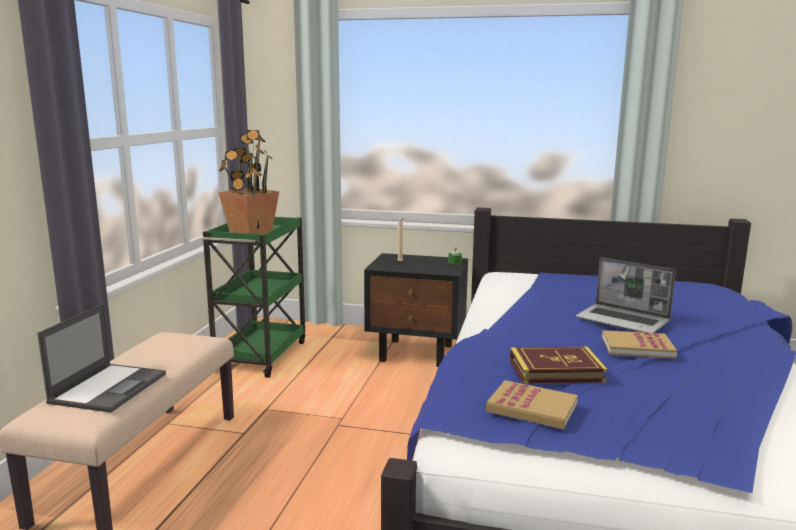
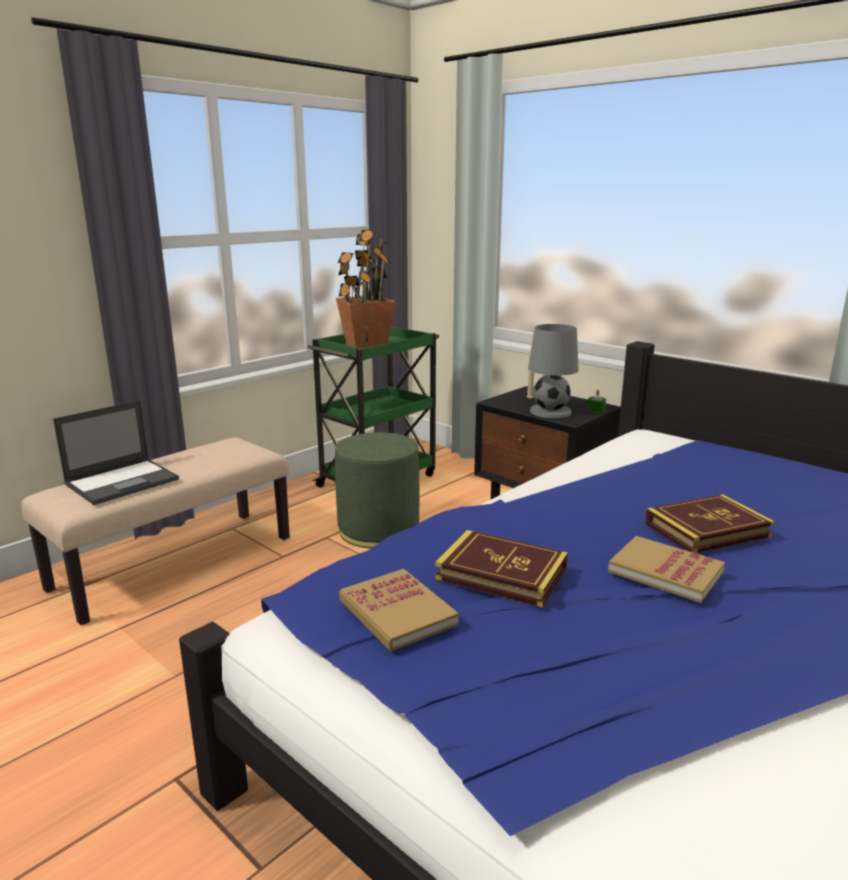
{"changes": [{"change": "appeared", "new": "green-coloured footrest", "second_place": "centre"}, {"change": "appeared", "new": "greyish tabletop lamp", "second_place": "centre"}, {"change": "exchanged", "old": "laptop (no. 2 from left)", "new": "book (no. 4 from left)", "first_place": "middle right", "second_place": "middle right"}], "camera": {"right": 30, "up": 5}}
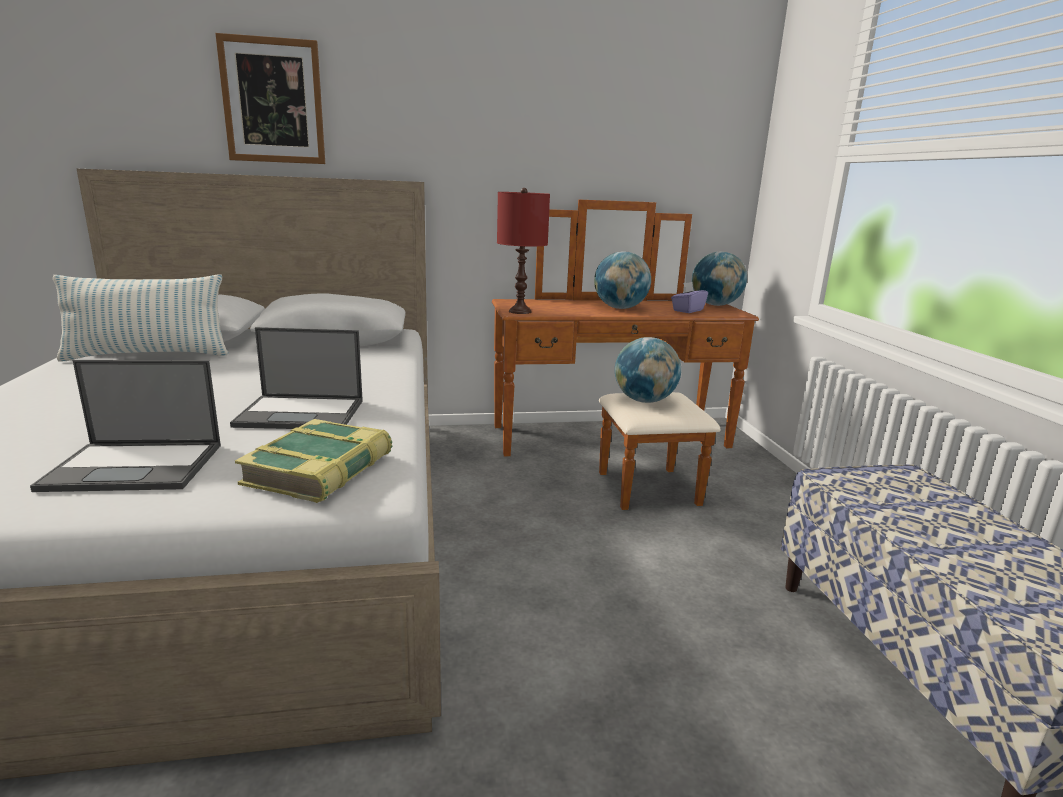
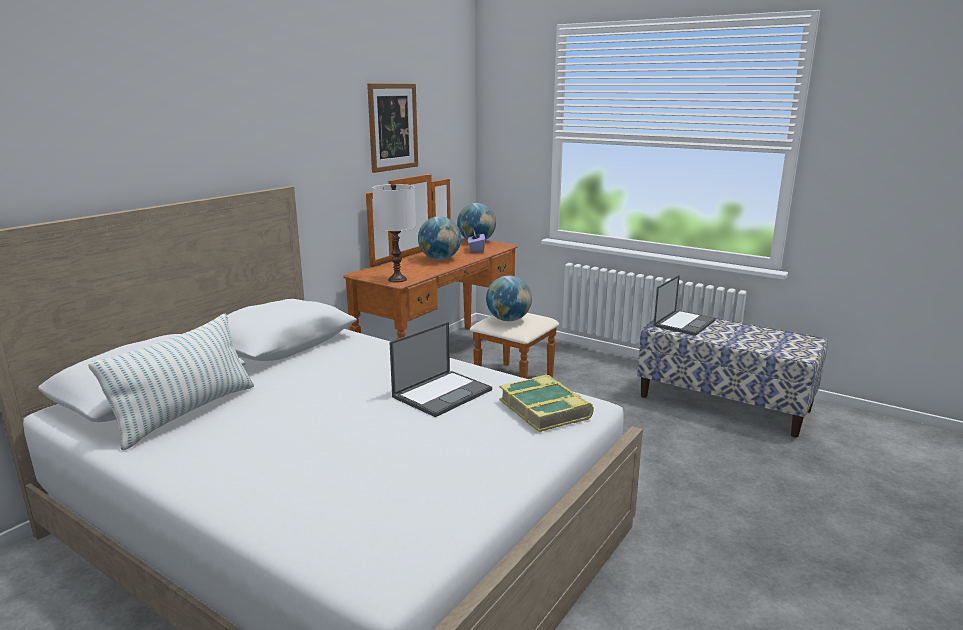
{"changes": [{"change": "relocated", "old": "wall picture", "first_place": "top left", "second_place": "top centre"}, {"change": "colour", "old": "red tabletop lamp", "new": "white-coloured tabletop lamp", "first_place": "top centre", "second_place": "centre"}, {"change": "relocated", "old": "laptop (no. 1 from left in the first image)", "new": "laptop (no. 2 from left)", "first_place": "middle left", "second_place": "middle right"}], "camera": {"right": -45, "up": 0}}
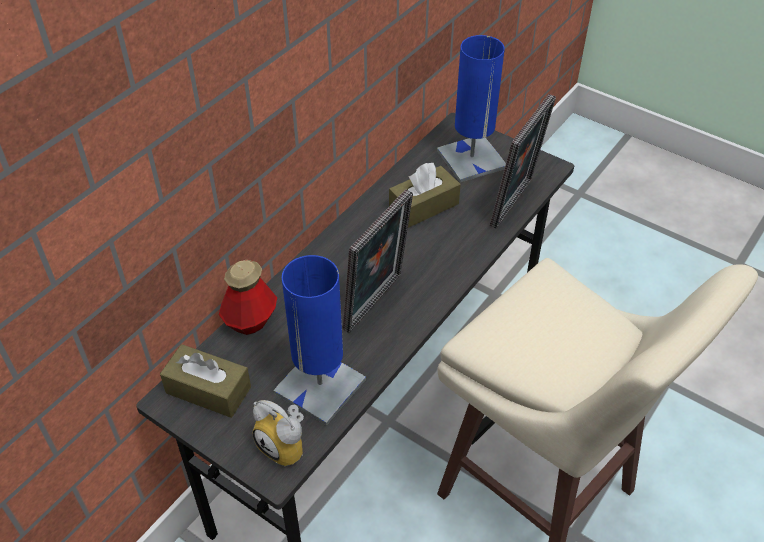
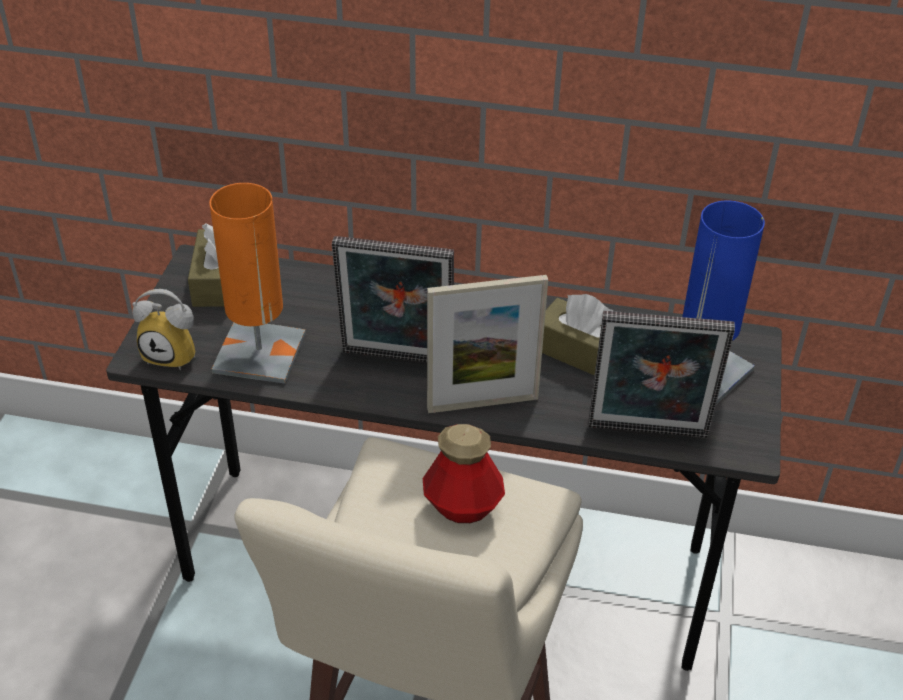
{"changes": [{"change": "spun", "old": "table clock", "first_place": "bottom centre", "second_place": "middle left", "degrees": -90}, {"change": "colour", "old": "bluish tabletop lamp (no. 1 from left)", "new": "orange-coloured tabletop lamp", "first_place": "centre", "second_place": "middle left"}, {"change": "relocated", "old": "drink bottle", "first_place": "middle left", "second_place": "bottom centre"}, {"change": "appeared", "new": "picture frame (no. 2 from left)", "second_place": "centre"}], "camera": {"right": 65, "up": -5}}
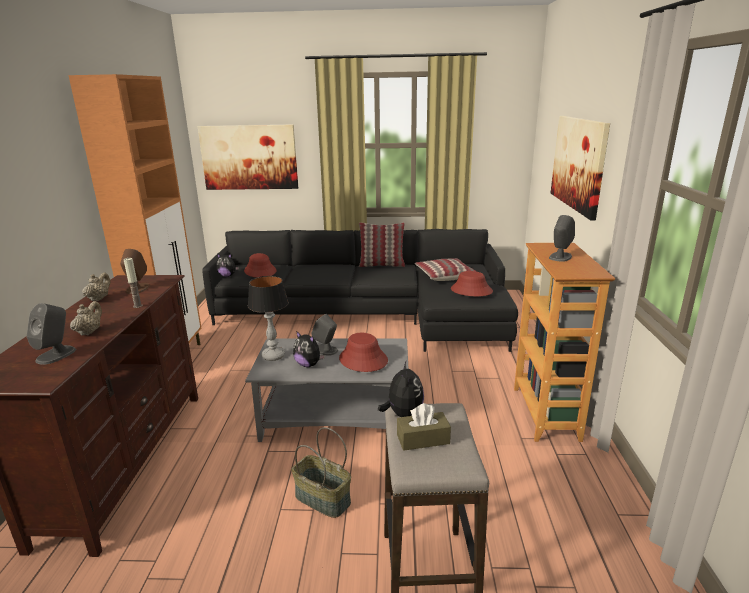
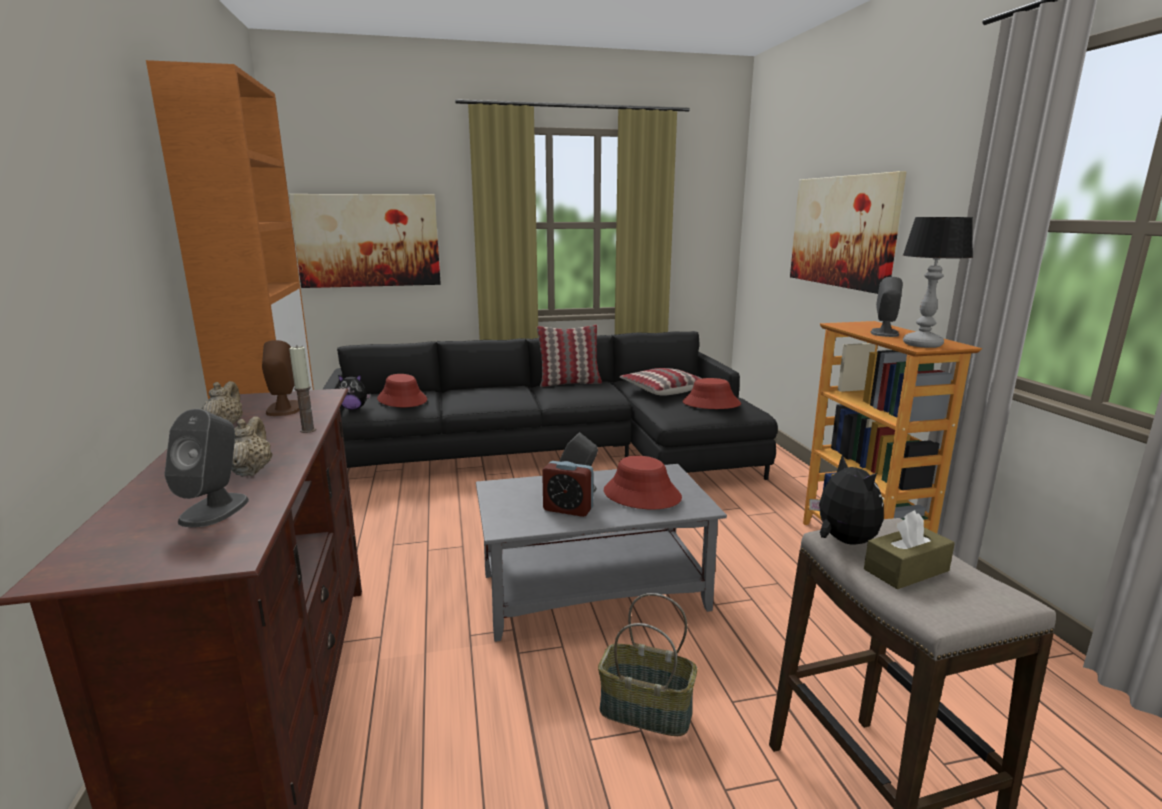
{"changes": [{"change": "exchanged", "old": "soft toy (no. 2 from left)", "new": "table clock", "first_place": "centre", "second_place": "centre"}, {"change": "relocated", "old": "tabletop lamp", "first_place": "centre", "second_place": "middle right"}], "camera": {"right": -15, "up": -5}}
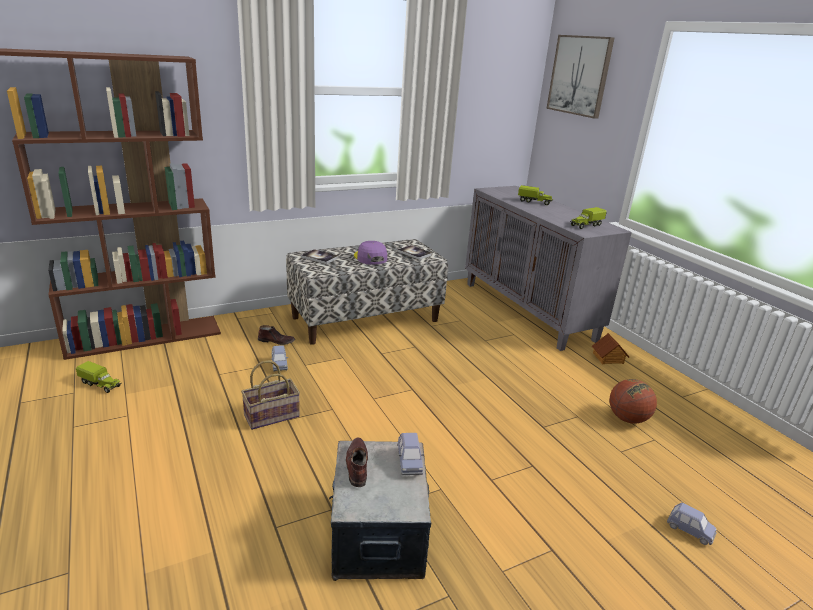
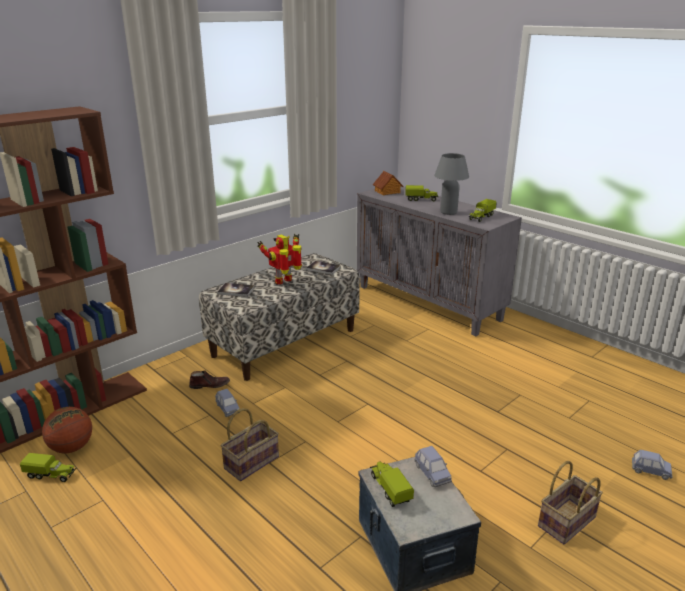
{"changes": [{"change": "relocated", "old": "basketball", "first_place": "middle right", "second_place": "bottom left"}, {"change": "exchanged", "old": "purple-coloured peaked cap", "new": "model robot", "first_place": "centre", "second_place": "centre"}, {"change": "exchanged", "old": "brown-coloured item of footwear (no. 2 from left)", "new": "model truck (no. 2 from left)", "first_place": "bottom centre", "second_place": "bottom centre"}, {"change": "relocated", "old": "miniature house", "first_place": "middle right", "second_place": "top centre"}, {"change": "appeared", "new": "greyish tabletop lamp", "second_place": "top centre"}, {"change": "appeared", "new": "storage basket (no. 2 from left)", "second_place": "bottom right"}, {"change": "missing", "old": "wall picture", "first_place": "top right"}], "camera": {"right": -15, "up": 0}}
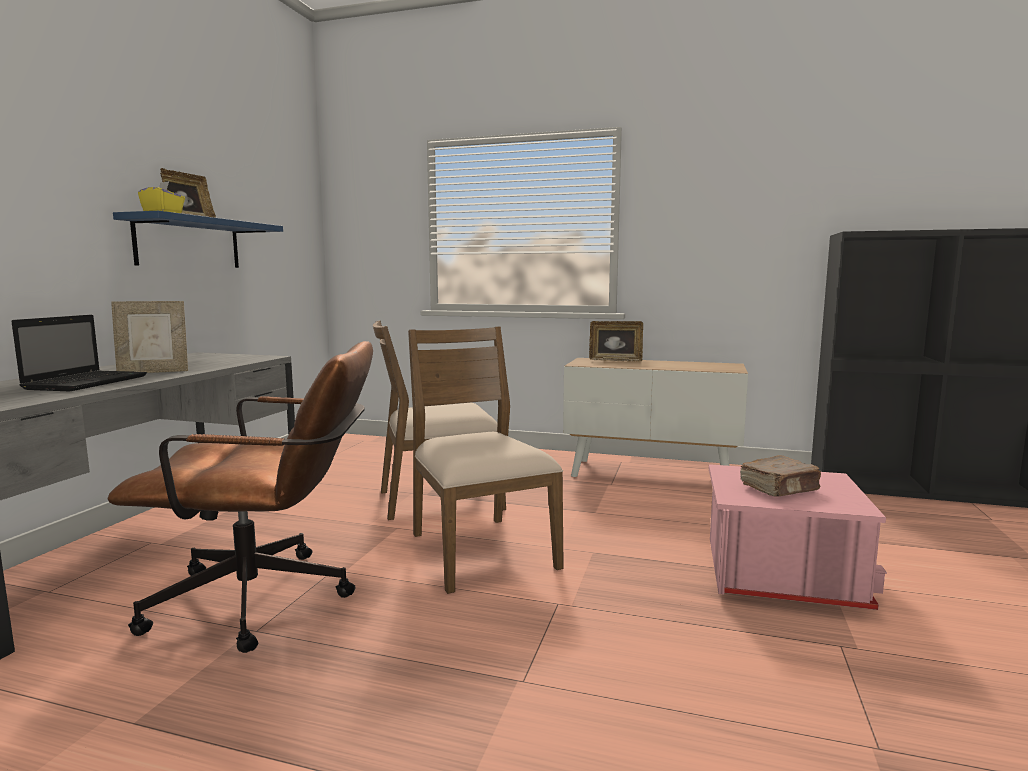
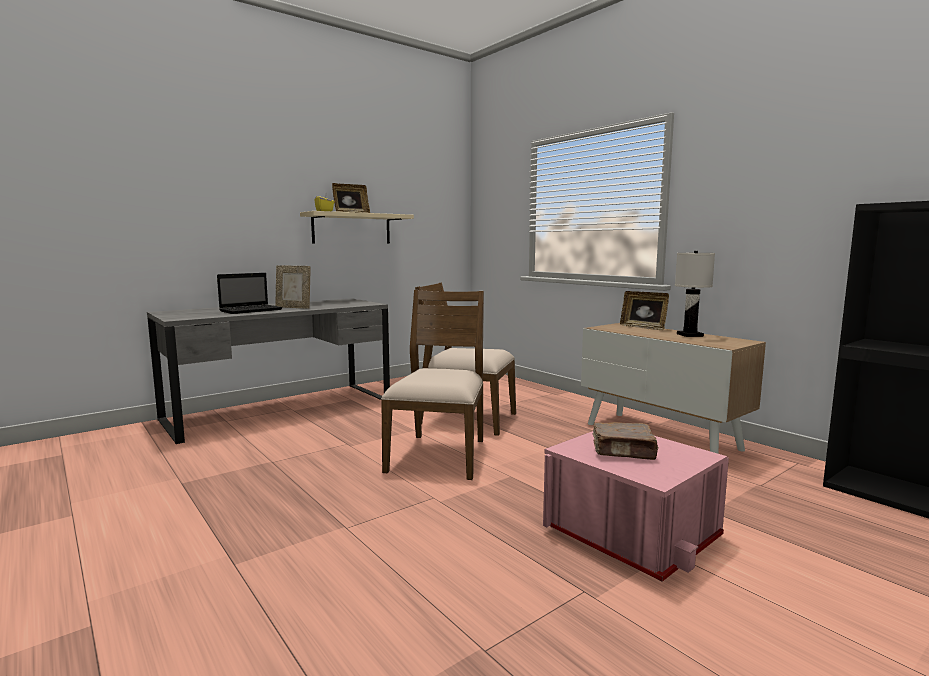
{"changes": [{"change": "colour", "old": "bluish wall shelf", "new": "beige wall shelf", "first_place": "top left", "second_place": "centre"}, {"change": "appeared", "new": "white-coloured tabletop lamp", "second_place": "middle right"}, {"change": "missing", "old": "brown-coloured office chair", "first_place": "middle left"}], "camera": {"right": 35, "up": 0}}
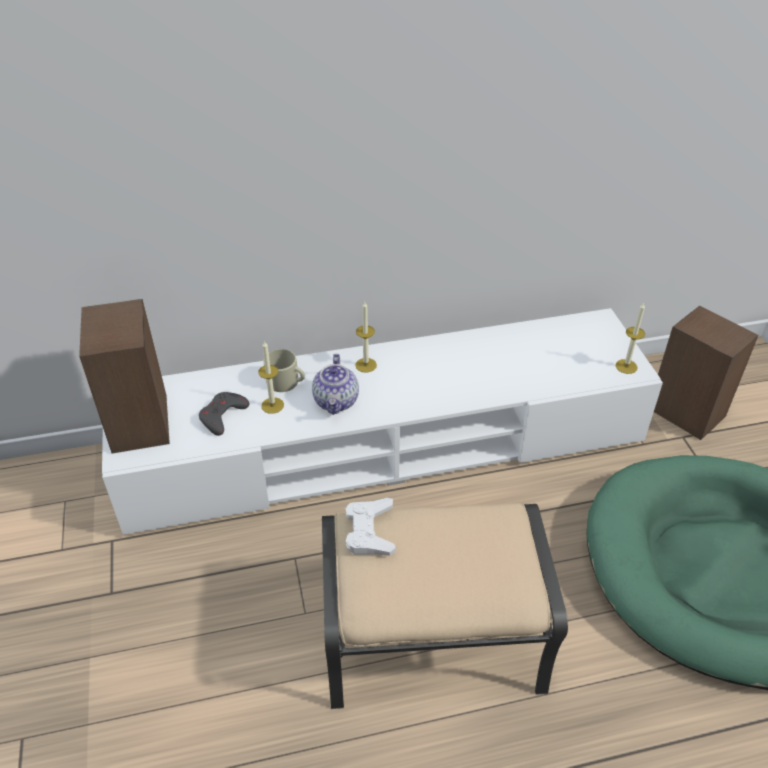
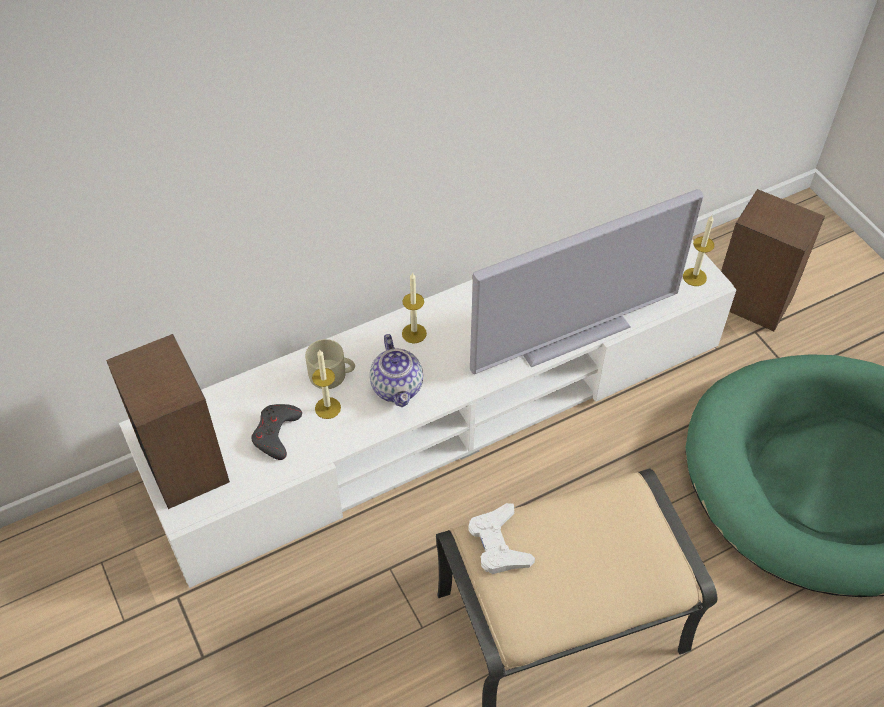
{"changes": [{"change": "appeared", "new": "TV set", "second_place": "centre"}], "camera": {"right": -15, "up": 10}}
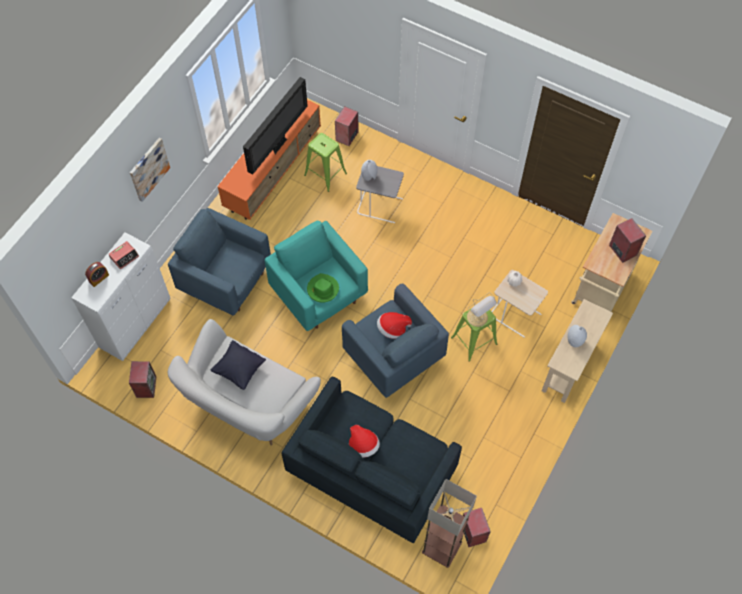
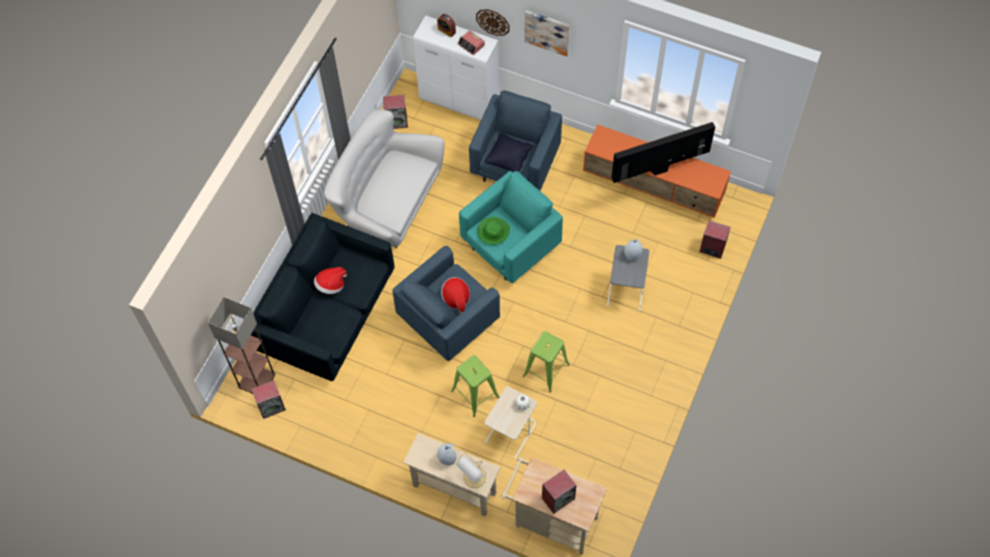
{"changes": [{"change": "relocated", "old": "tabletop lamp", "first_place": "centre", "second_place": "bottom centre"}, {"change": "appeared", "new": "clock on the wall", "second_place": "top centre"}, {"change": "relocated", "old": "black throw pillow", "first_place": "middle left", "second_place": "top centre"}, {"change": "relocated", "old": "green-coloured stool (no. 1 from left in the first image)", "new": "green-coloured stool (no. 2 from left)", "first_place": "top centre", "second_place": "centre"}, {"change": "spun", "old": "TV set", "first_place": "top centre", "second_place": "top right", "degrees": 135}], "camera": {"right": 85, "up": 0}}
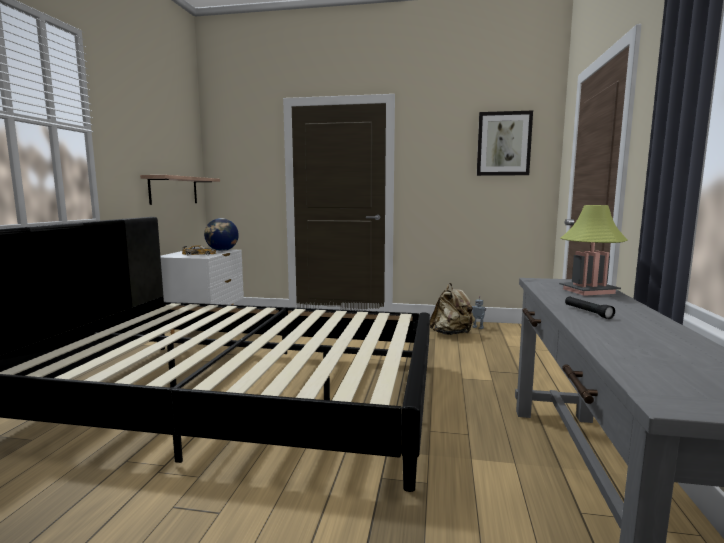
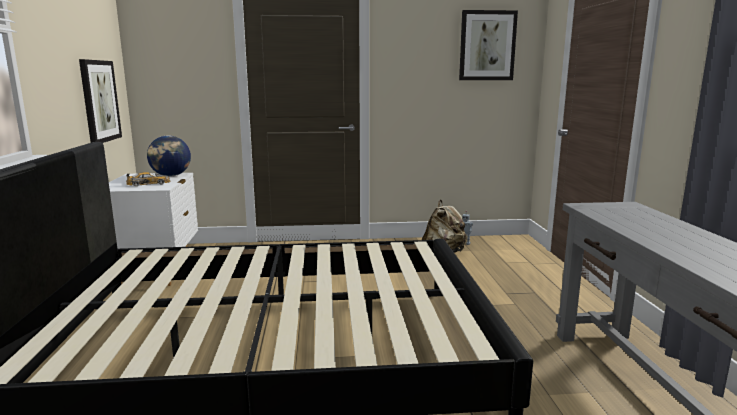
{"changes": [{"change": "exchanged", "old": "wall shelf", "new": "wall picture (no. 1 from left)", "first_place": "middle left", "second_place": "top left"}, {"change": "missing", "old": "tabletop lamp", "first_place": "middle right"}, {"change": "missing", "old": "black torch", "first_place": "middle right"}], "camera": {"right": -15, "up": 5}}
